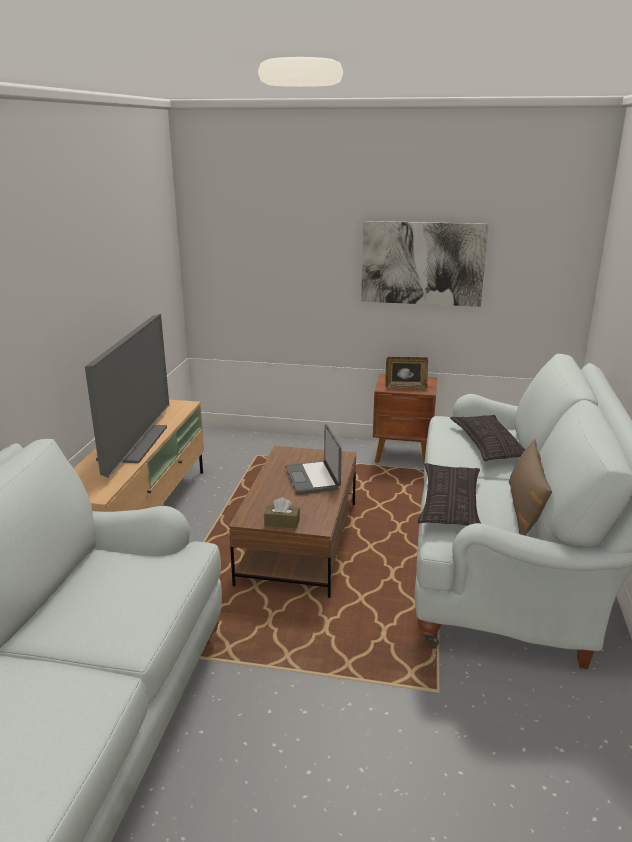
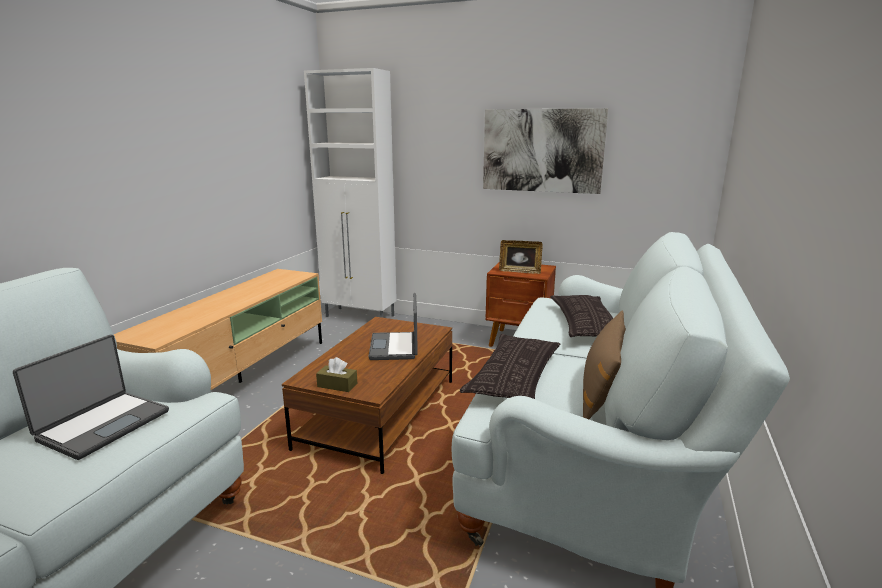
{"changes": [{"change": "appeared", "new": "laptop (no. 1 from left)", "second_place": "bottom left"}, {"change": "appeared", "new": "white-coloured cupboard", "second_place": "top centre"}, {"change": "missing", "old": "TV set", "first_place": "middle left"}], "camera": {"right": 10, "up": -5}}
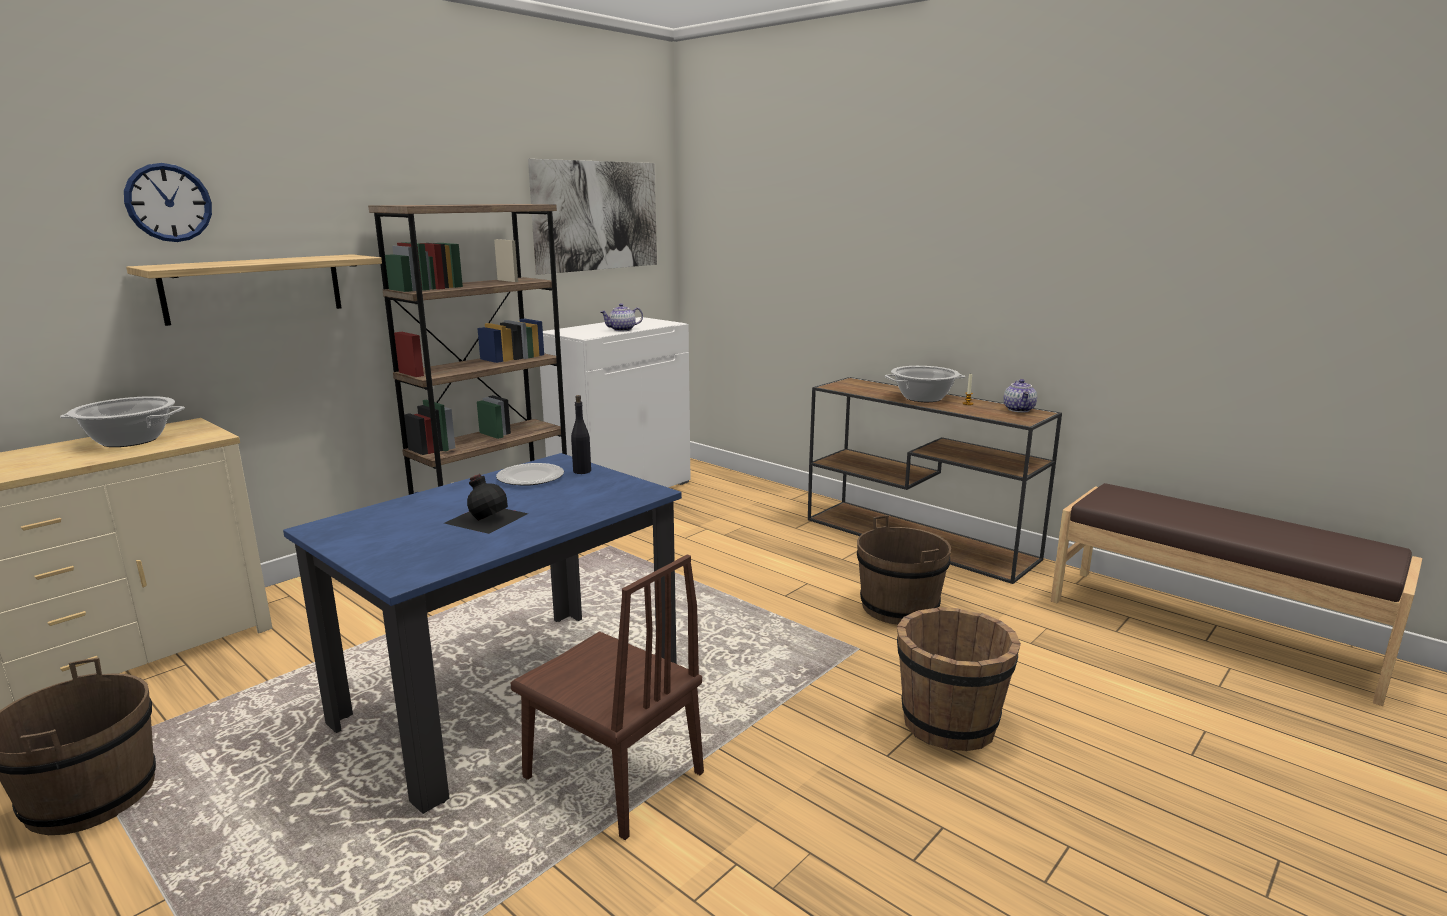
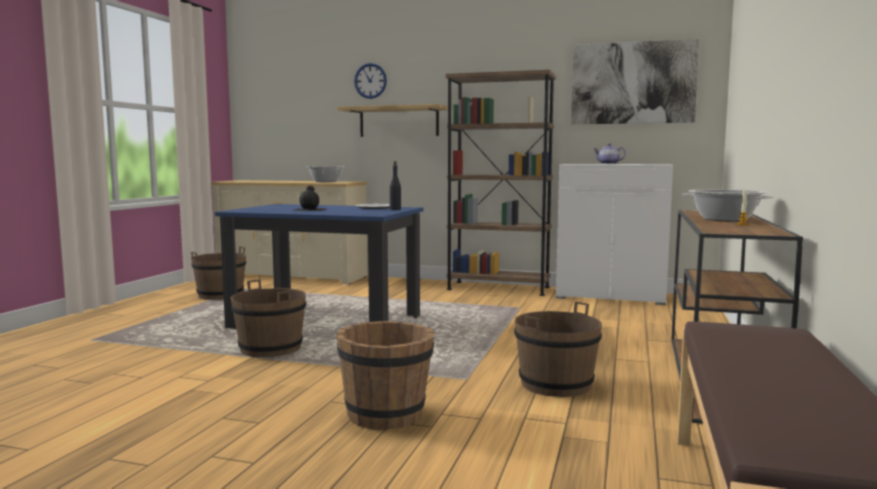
{"changes": [{"change": "exchanged", "old": "brown-coloured upright chair", "new": "brown-coloured bucket (no. 2 from left)", "first_place": "bottom centre", "second_place": "middle left"}, {"change": "missing", "old": "pot for tea (no. 2 from left)", "first_place": "middle right"}], "camera": {"right": 65, "up": -10}}
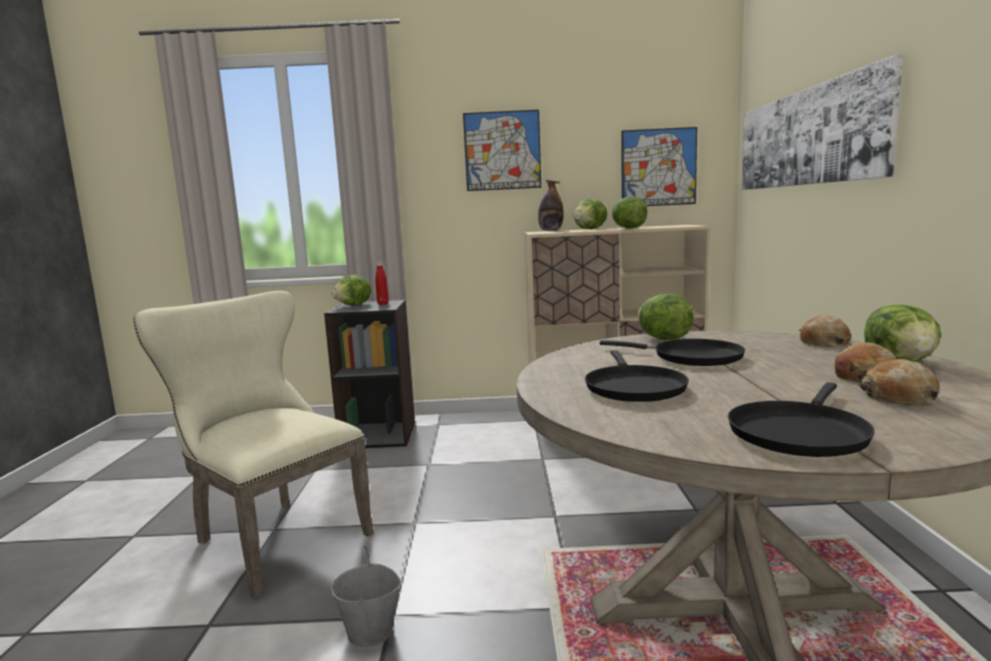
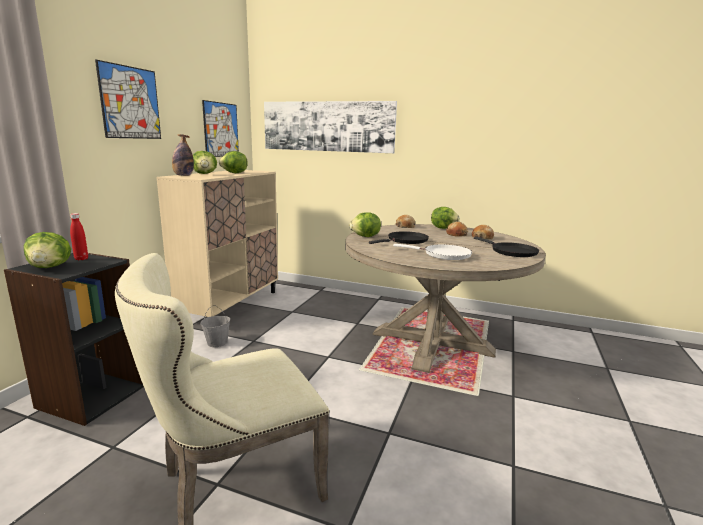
{"changes": [{"change": "relocated", "old": "greyish bucket", "first_place": "bottom centre", "second_place": "middle left"}, {"change": "colour", "old": "black skillet (no. 1 from left)", "new": "white-coloured skillet", "first_place": "centre", "second_place": "centre"}], "camera": {"right": -70, "up": 5}}
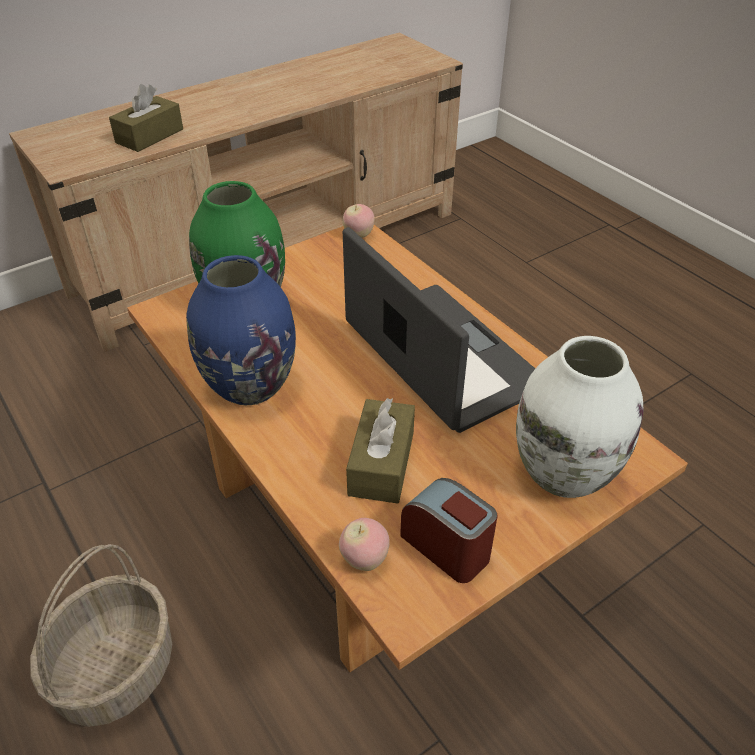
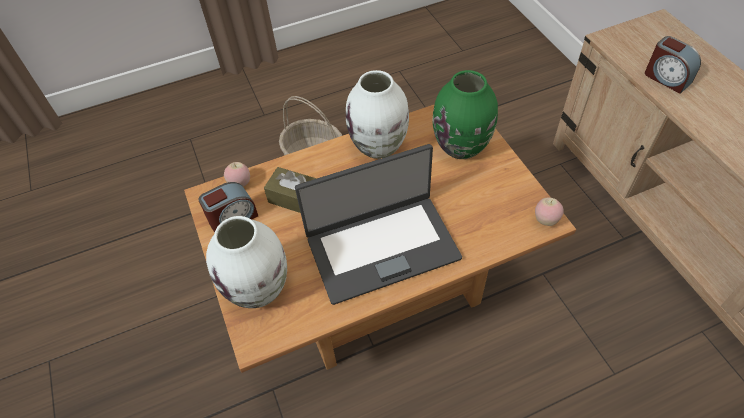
{"changes": [{"change": "colour", "old": "bluish flower vase", "new": "white-coloured flower vase (no. 2 from left)", "first_place": "middle left", "second_place": "top centre"}, {"change": "exchanged", "old": "brown-coloured box of tissues (no. 1 from left)", "new": "table clock (no. 2 from left)", "first_place": "top left", "second_place": "top right"}], "camera": {"right": 105, "up": 10}}
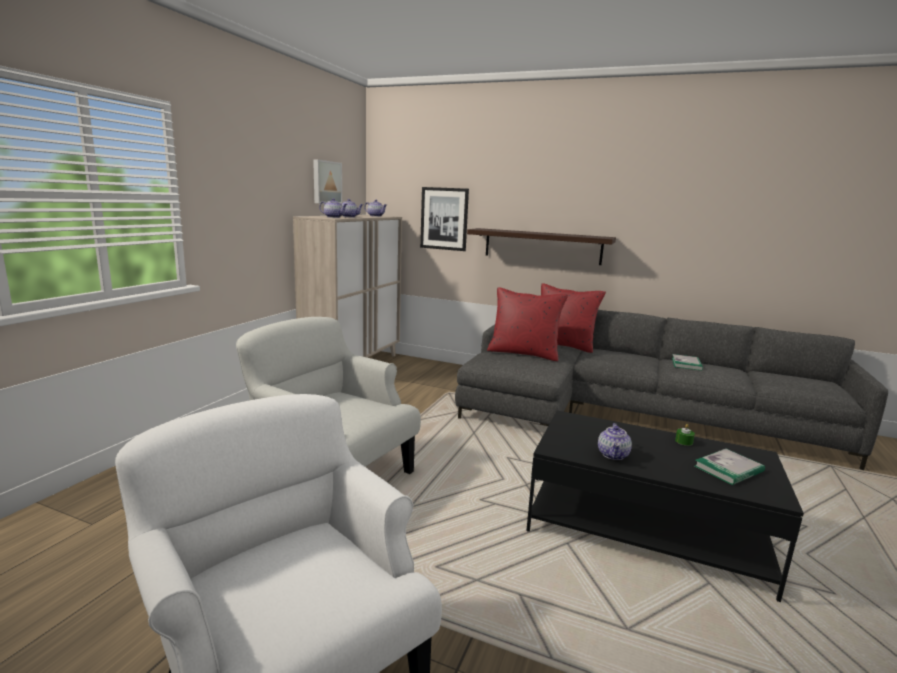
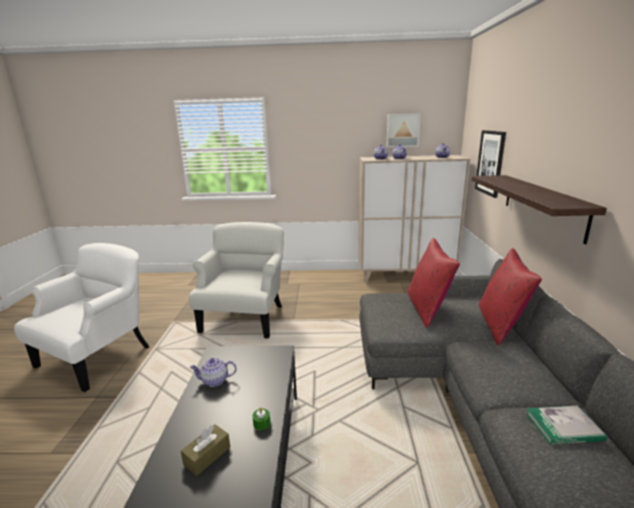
{"changes": [{"change": "exchanged", "old": "book (no. 2 from left)", "new": "brown-coloured box of tissues", "first_place": "bottom right", "second_place": "bottom left"}], "camera": {"right": 70, "up": 5}}
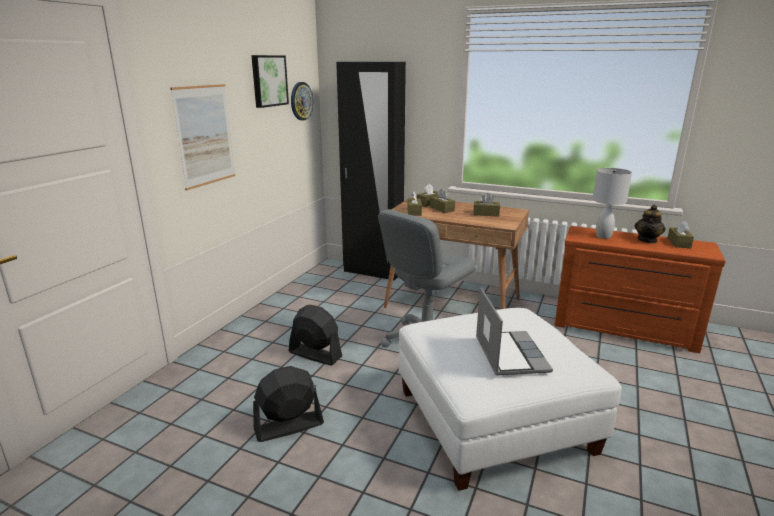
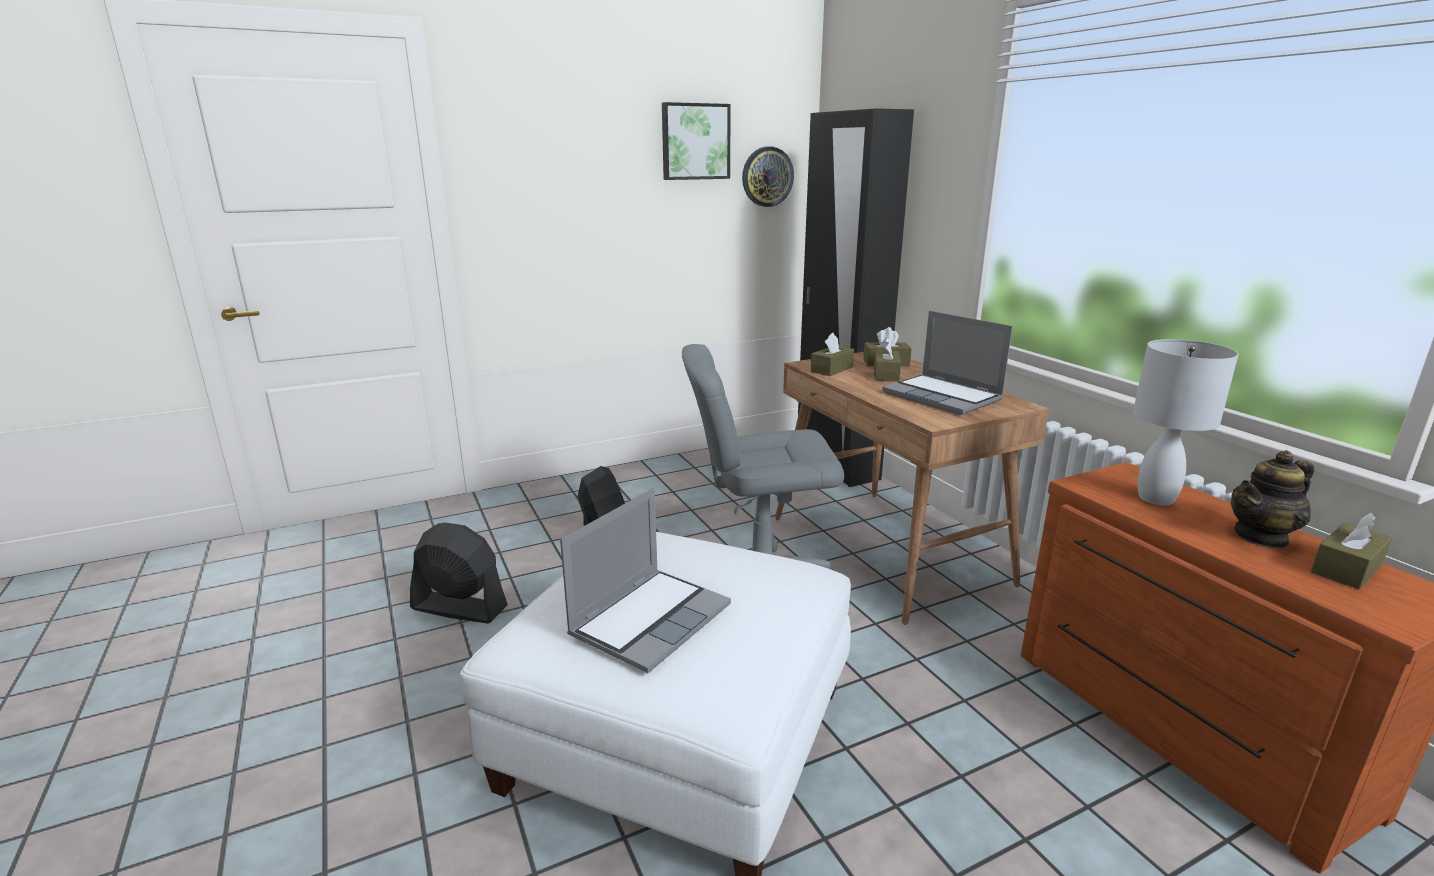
{"changes": [{"change": "exchanged", "old": "brown-coloured box of tissues (no. 4 from left)", "new": "laptop (no. 2 from left)", "first_place": "centre", "second_place": "centre"}, {"change": "missing", "old": "wall picture (no. 1 from left)", "first_place": "top left"}], "camera": {"right": 40, "up": 0}}
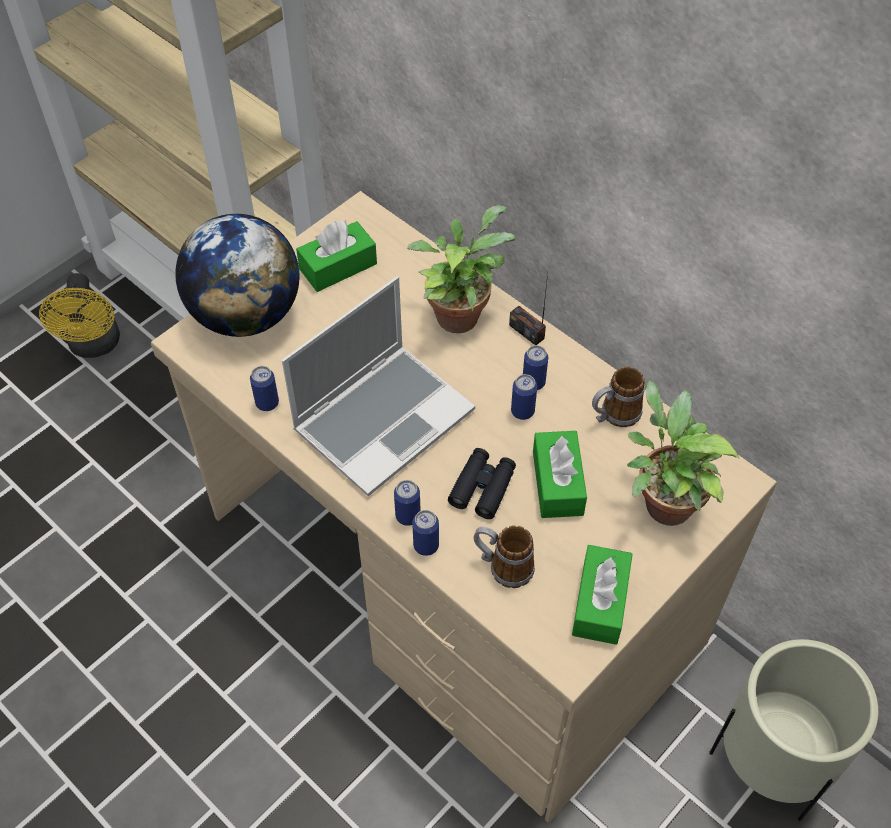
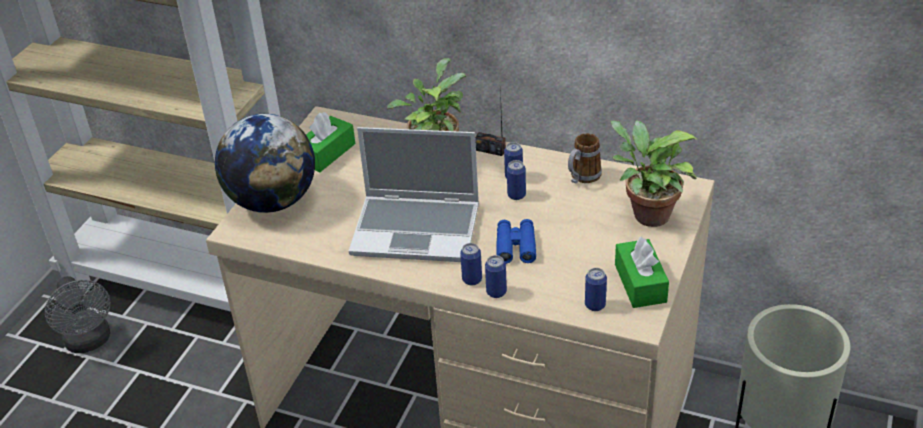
{"changes": [{"change": "colour", "old": "yellow fan", "new": "greyish fan", "first_place": "middle left", "second_place": "bottom left"}, {"change": "spun", "old": "laptop", "first_place": "centre", "second_place": "centre", "degrees": 75}, {"change": "colour", "old": "black pair of binoculars", "new": "bluish pair of binoculars", "first_place": "centre", "second_place": "centre"}, {"change": "relocated", "old": "metal can (no. 1 from left in the first image)", "new": "metal can (no. 5 from left)", "first_place": "middle left", "second_place": "bottom centre"}, {"change": "missing", "old": "tea mug (no. 1 from left)", "first_place": "bottom centre"}, {"change": "missing", "old": "green-coloured box of tissues (no. 2 from left)", "first_place": "centre"}], "camera": {"right": -20, "up": -15}}
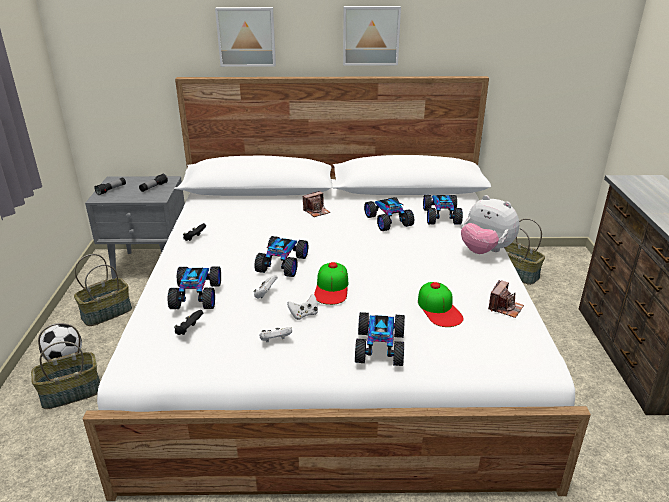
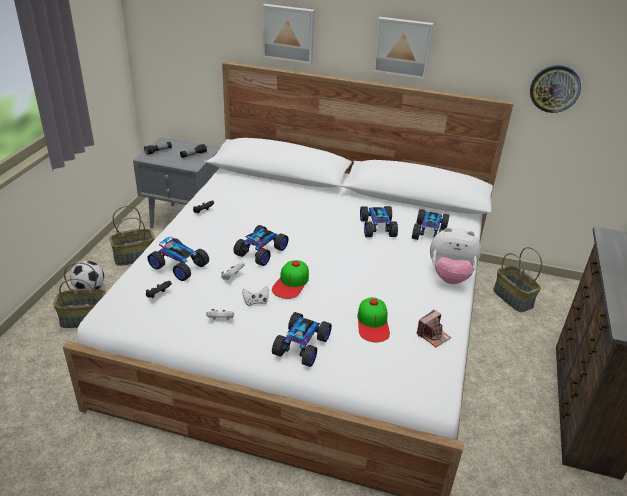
{"changes": [{"change": "spun", "old": "toy car (no. 1 from left)", "first_place": "middle left", "second_place": "middle left", "degrees": 105}, {"change": "spun", "old": "soft toy", "first_place": "middle right", "second_place": "middle right", "degrees": -45}, {"change": "appeared", "new": "clock on the wall", "second_place": "top right"}, {"change": "missing", "old": "photo camera (no. 1 from left)", "first_place": "centre"}], "camera": {"right": 15, "up": 5}}
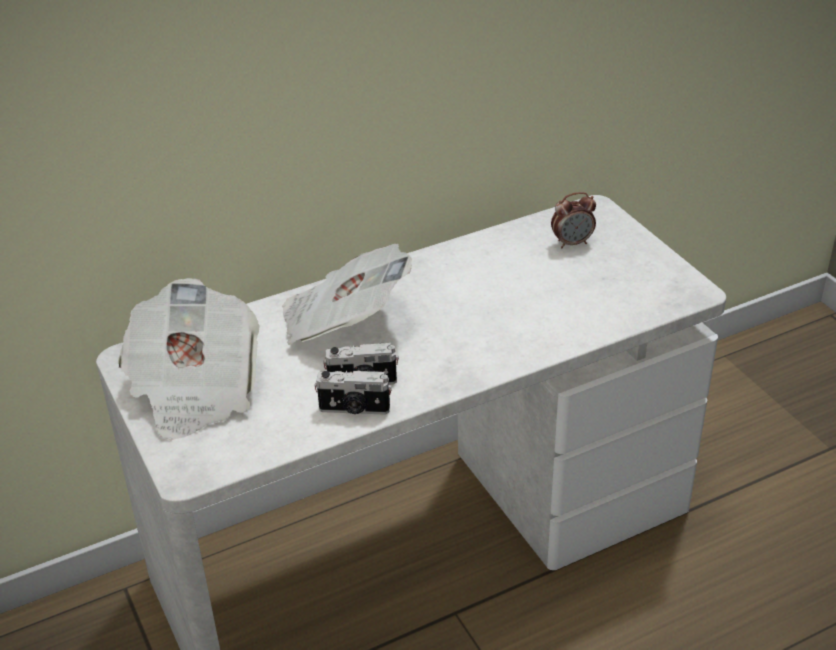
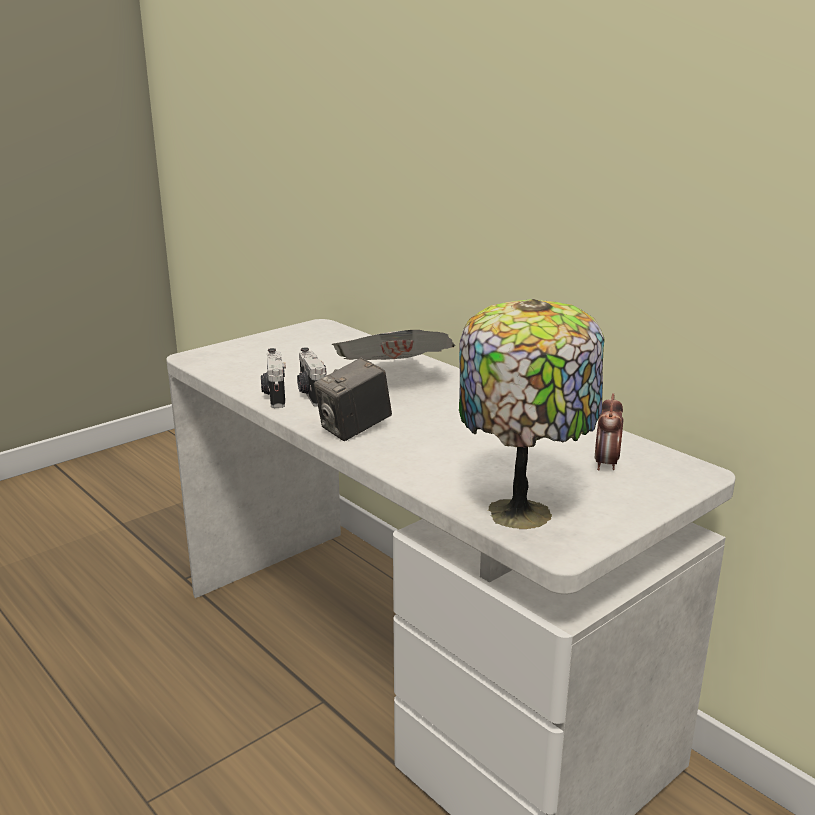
{"changes": [{"change": "appeared", "new": "photo camera (no. 3 from left)", "second_place": "centre"}, {"change": "appeared", "new": "tabletop lamp", "second_place": "centre"}, {"change": "spun", "old": "table clock", "first_place": "middle right", "second_place": "middle right", "degrees": 45}, {"change": "missing", "old": "daily paper (no. 1 from left)", "first_place": "middle left"}], "camera": {"right": 75, "up": -15}}
